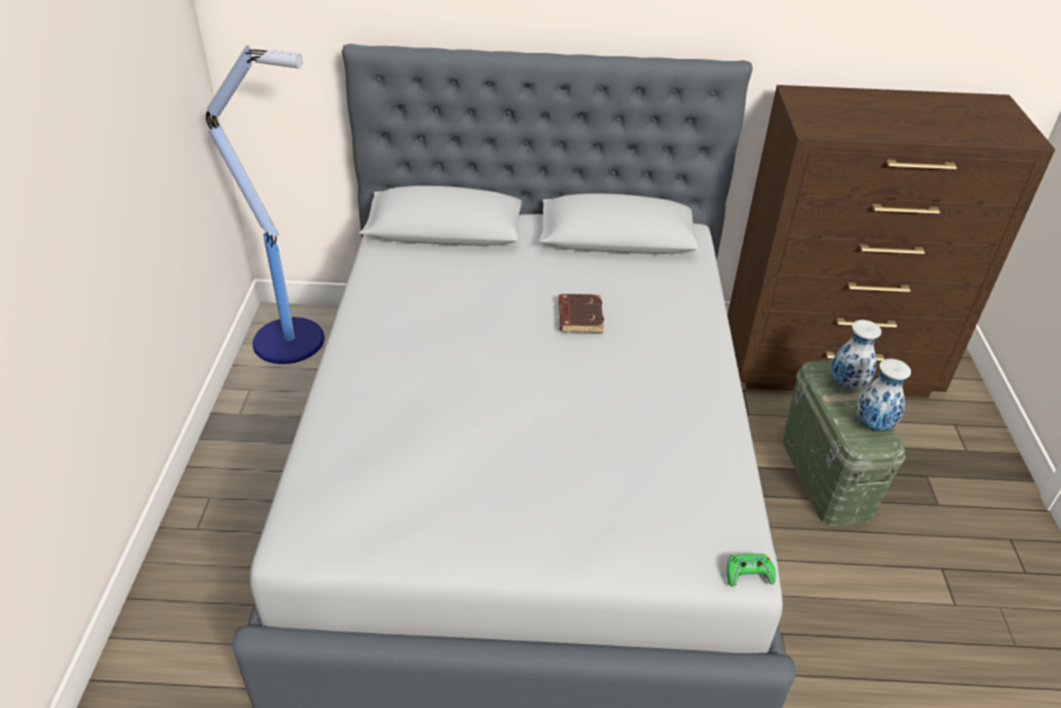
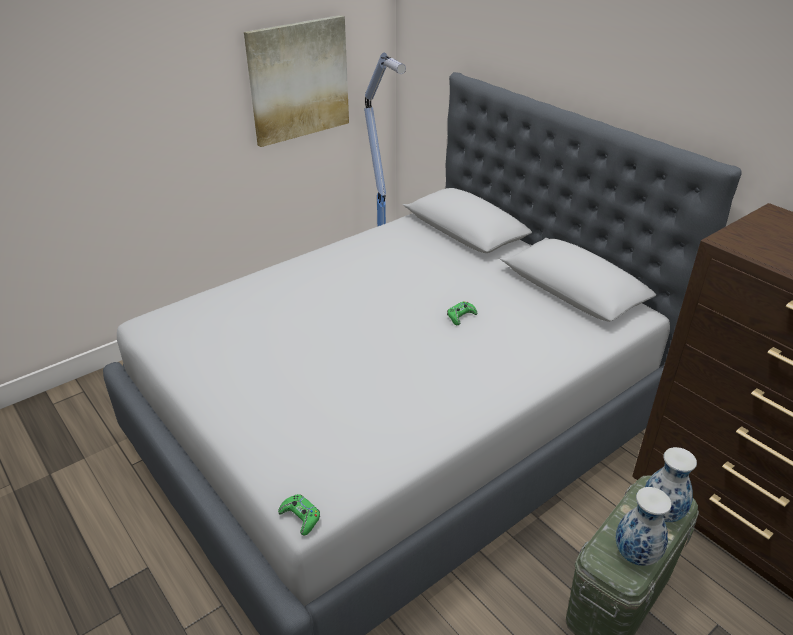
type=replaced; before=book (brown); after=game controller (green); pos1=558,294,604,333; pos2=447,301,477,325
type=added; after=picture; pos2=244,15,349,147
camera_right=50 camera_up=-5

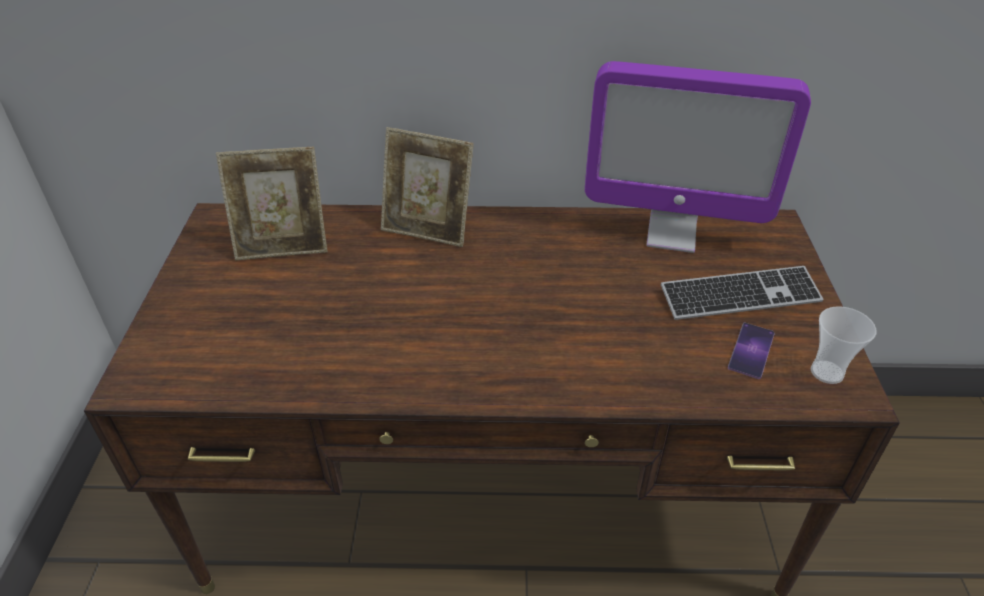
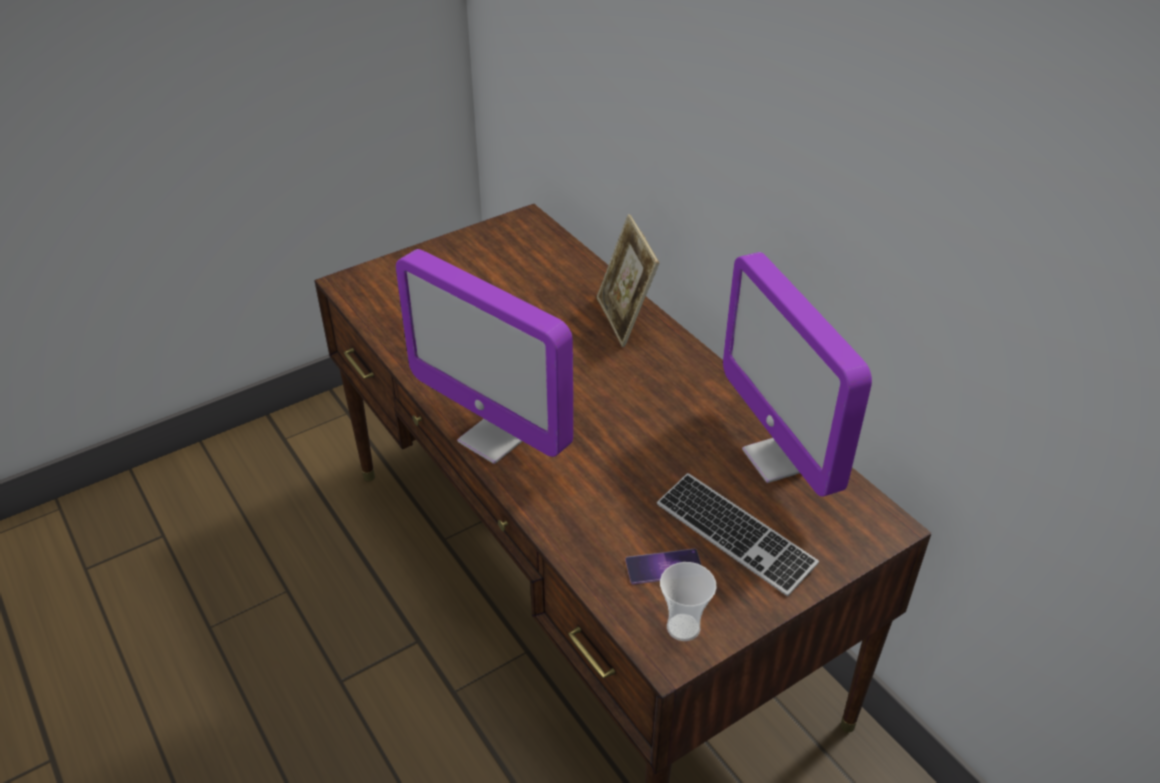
type=removed; before=picture frame; pos1=216,147,328,260
type=added; after=monitor; pos2=396,249,573,464
camera_right=55 camera_up=0

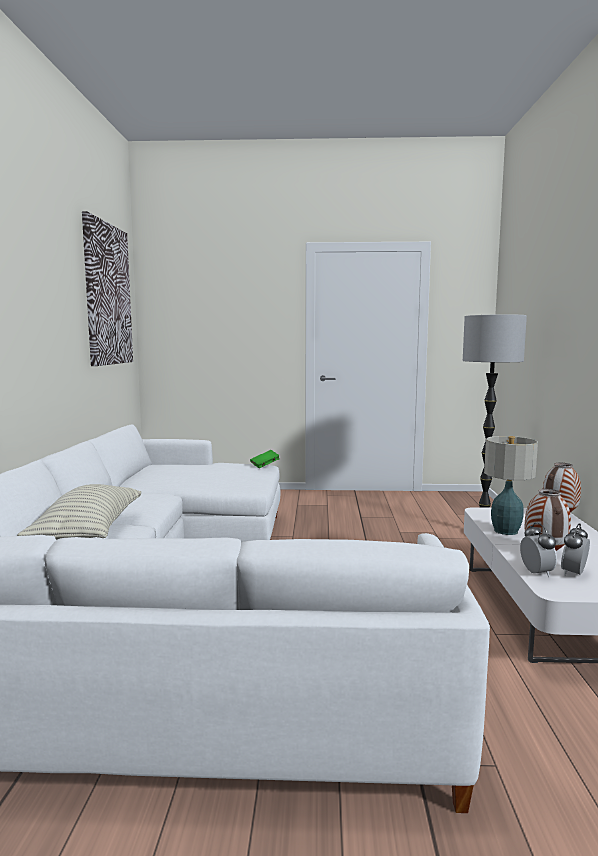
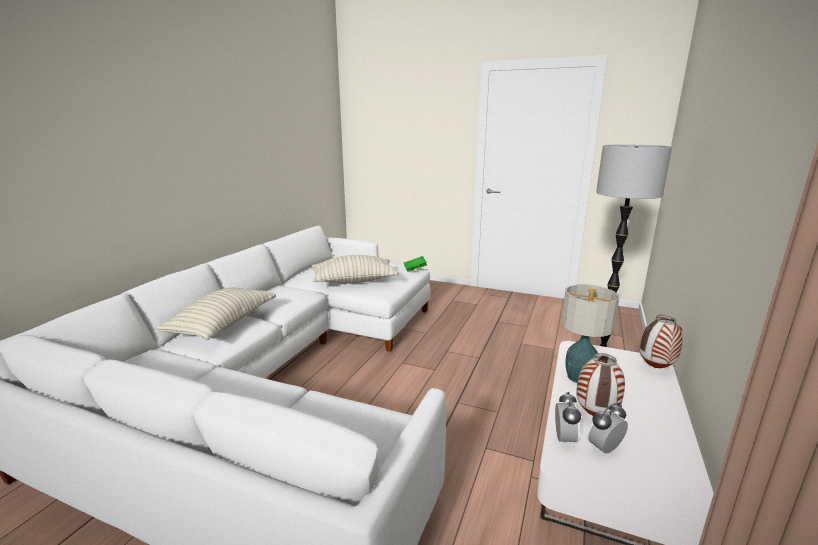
type=removed; before=picture; pos1=82,211,133,366
type=added; after=pillow; pos2=312,255,399,284
camera_right=20 camera_up=10

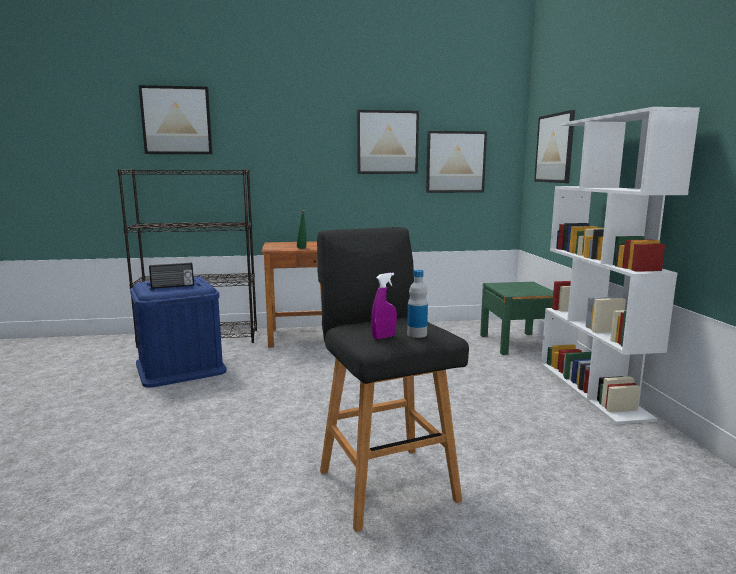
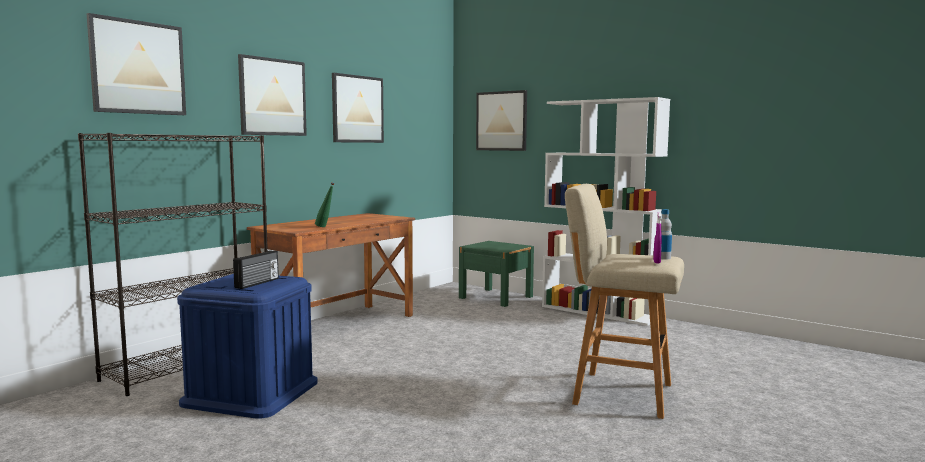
type=recoloured; before=stool (black); after=stool (beige); pos1=317,227,469,532; pos2=565,184,684,419
type=moved; before=picture; pos1=426,131,487,193; pos2=238,54,307,136
camera_right=-45 camera_up=-5

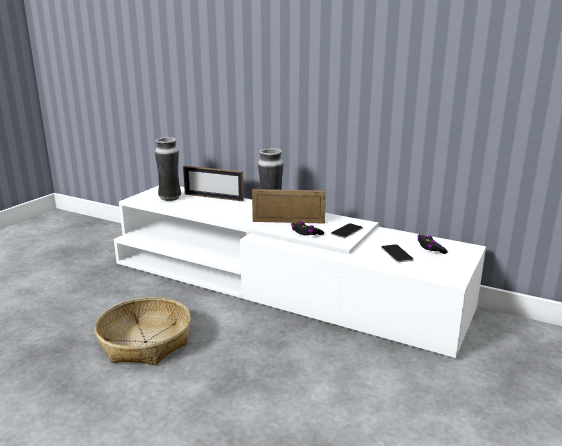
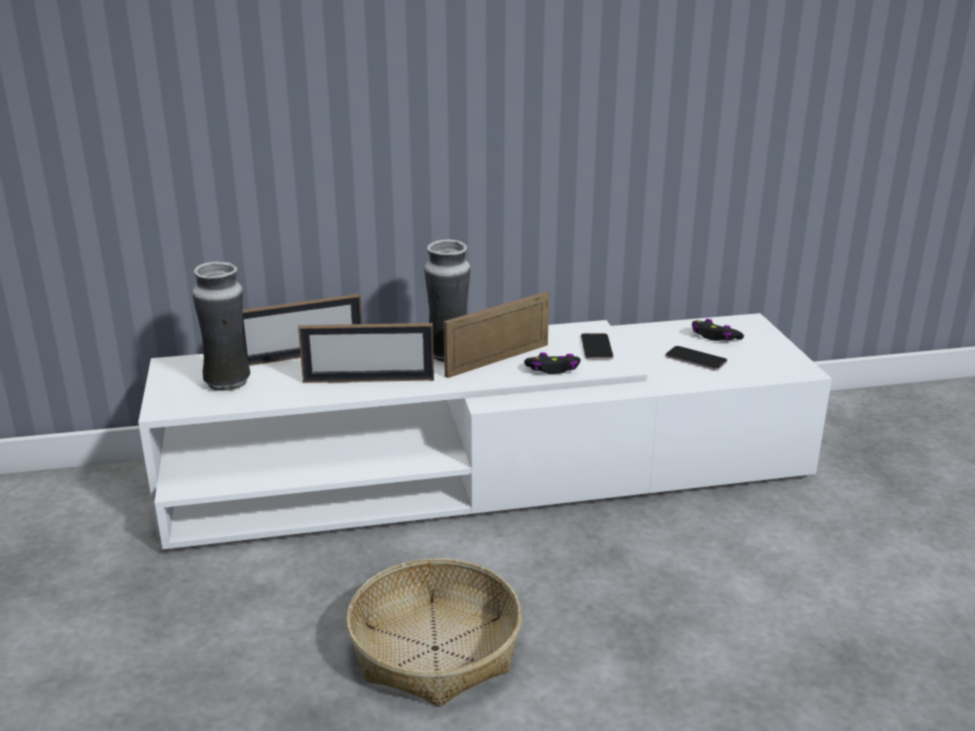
type=added; after=picture frame; pos2=298,323,434,383
camera_right=-40 camera_up=5

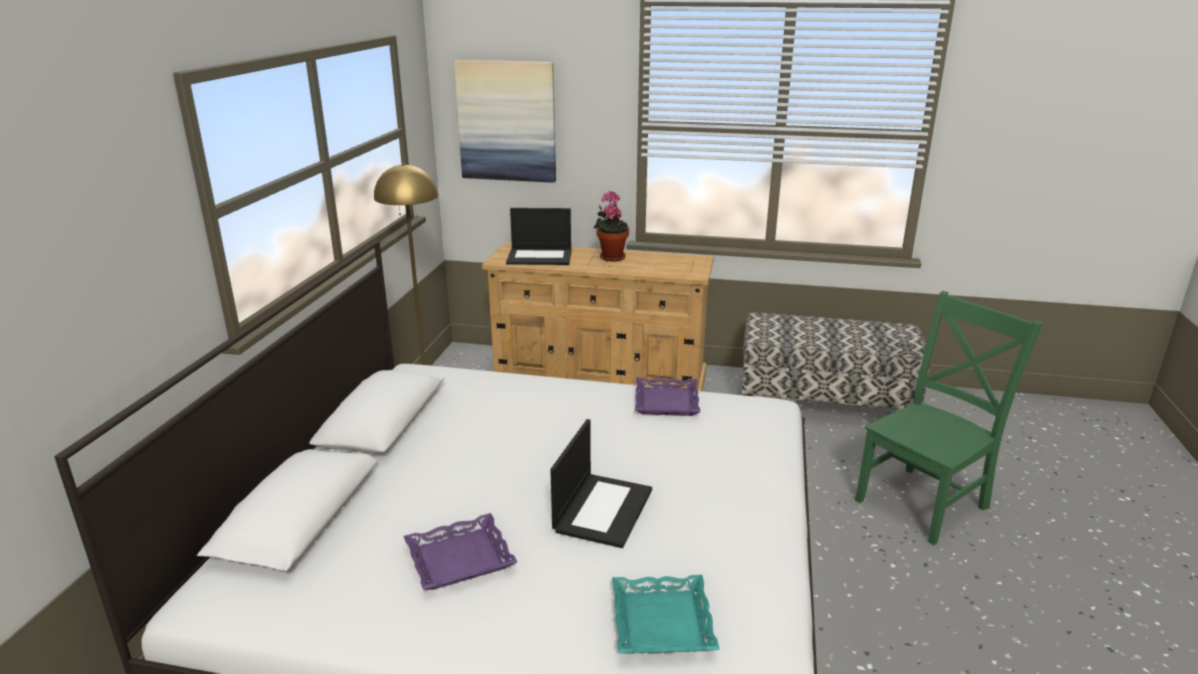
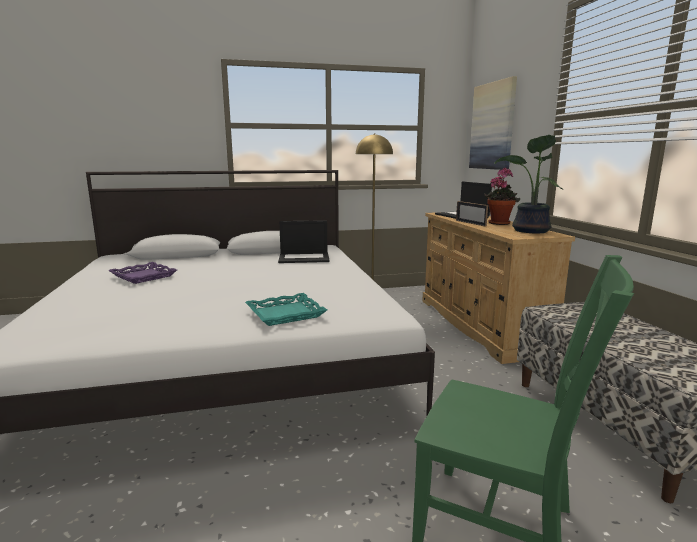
type=moved; before=laptop; pos1=550,419,652,548; pos2=278,220,330,263
type=moved; before=tray (turquoise); pos1=612,575,720,654; pos2=245,293,327,326
type=removed; before=tray (purple); pos1=635,377,700,416
type=added; after=picture frame; pos2=456,201,488,227
type=added; after=potted plant; pos2=494,135,563,233
camera_right=65 camera_up=-10

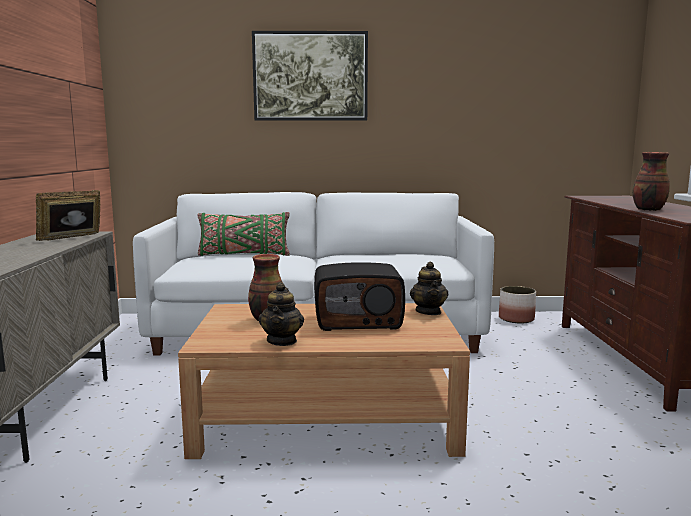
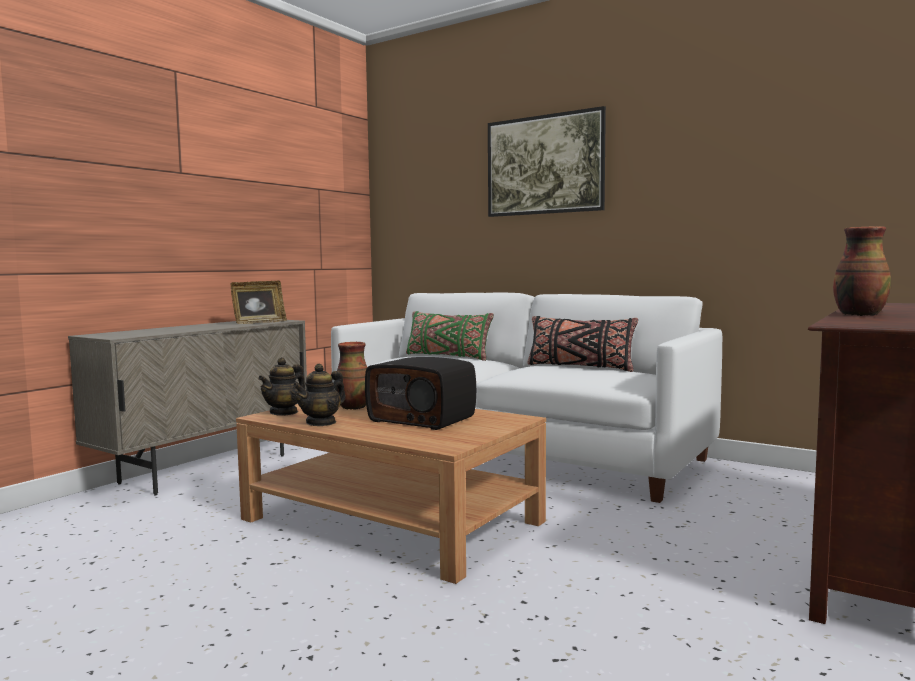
type=turned; before=picture frame; pos1=36,190,100,241; pos2=230,281,287,324; turn=150
type=moved; before=teapot; pos1=410,262,448,315; pos2=258,357,305,416
type=removed; before=planter; pos1=499,286,536,324
type=added; after=pillow (black); pos2=528,316,638,372
camera_right=35 camera_up=-5

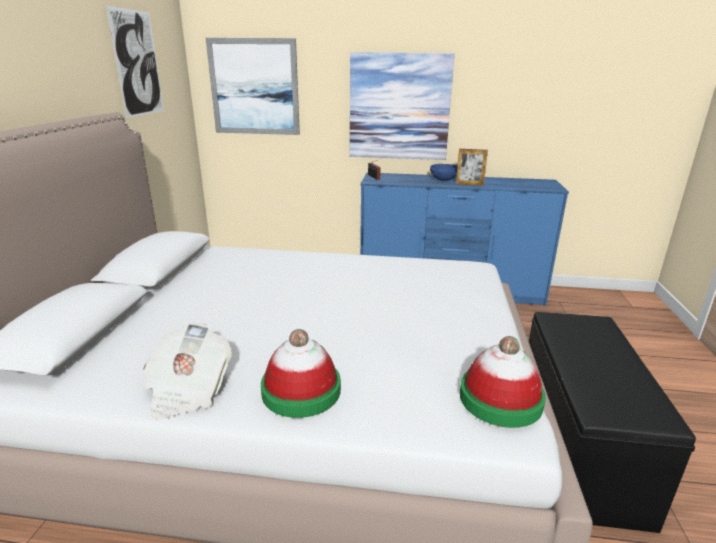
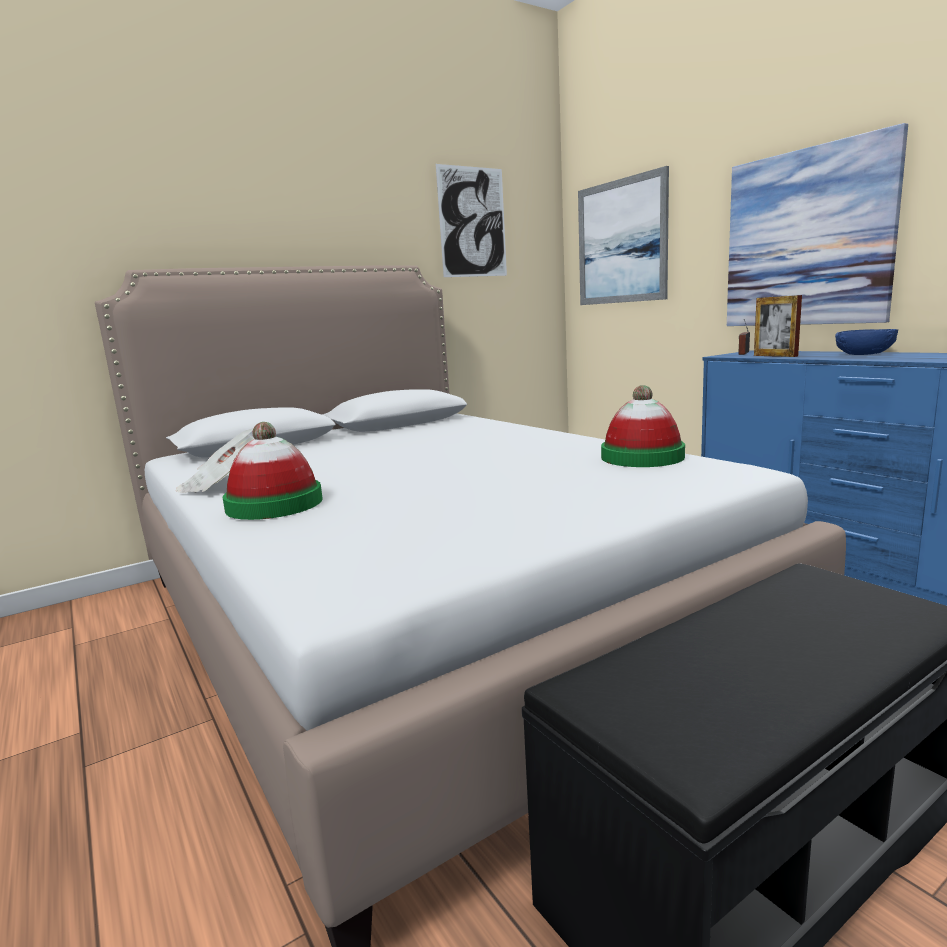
type=moved; before=picture frame; pos1=456,149,488,186; pos2=754,295,802,357
type=moved; before=hat; pos1=460,336,546,428; pos2=601,385,685,467
camera_right=50 camera_up=-10

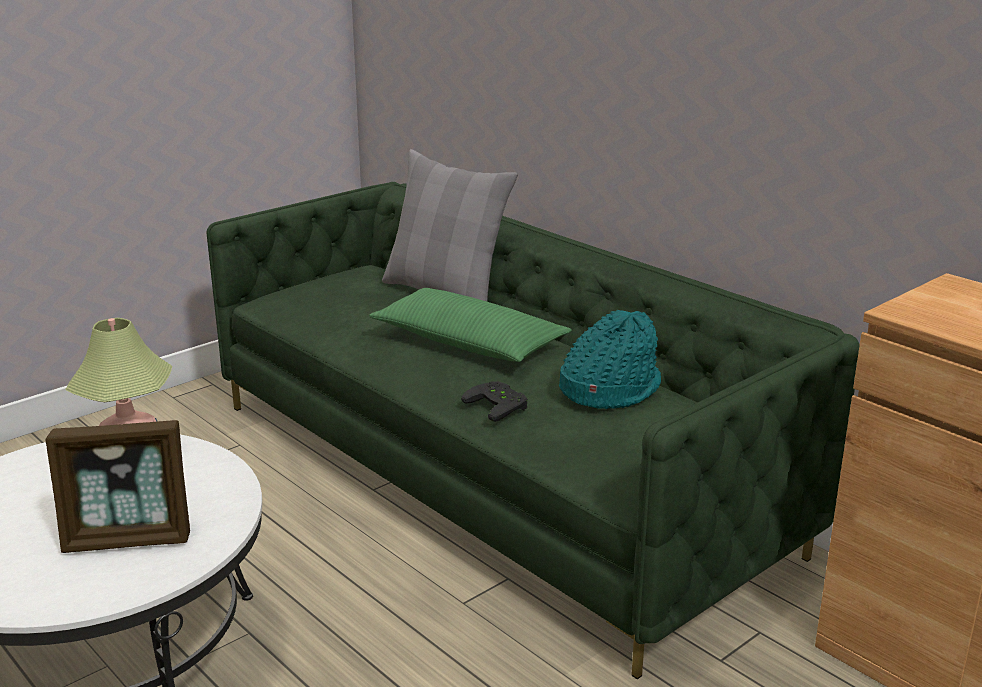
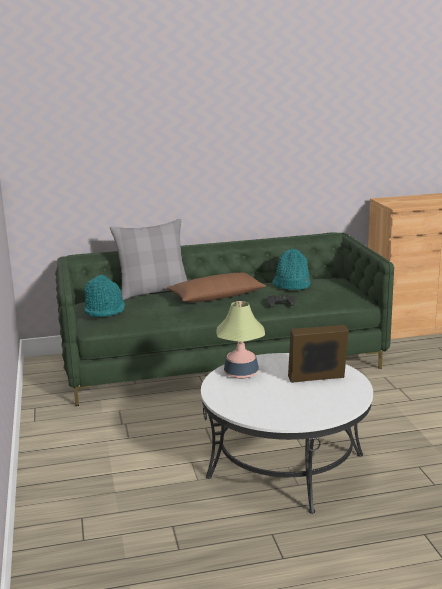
type=turned; before=picture frame; pos1=45,420,190,553; pos2=288,325,349,383; turn=-120
type=recoloured; before=pillow (green); after=pillow (brown); pos1=369,288,572,362; pos2=167,273,266,302
type=added; after=hat (turquoise); pos2=83,274,125,317
camera_right=-60 camera_up=-5

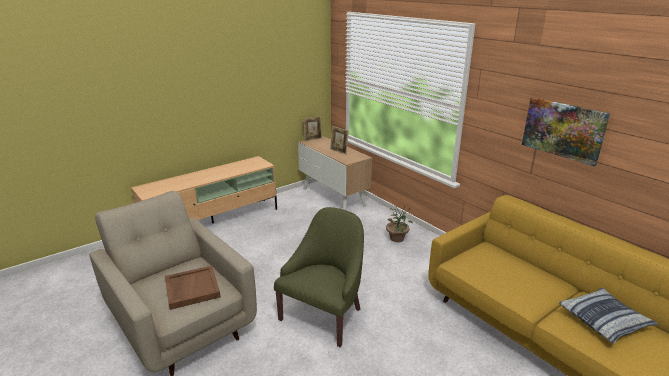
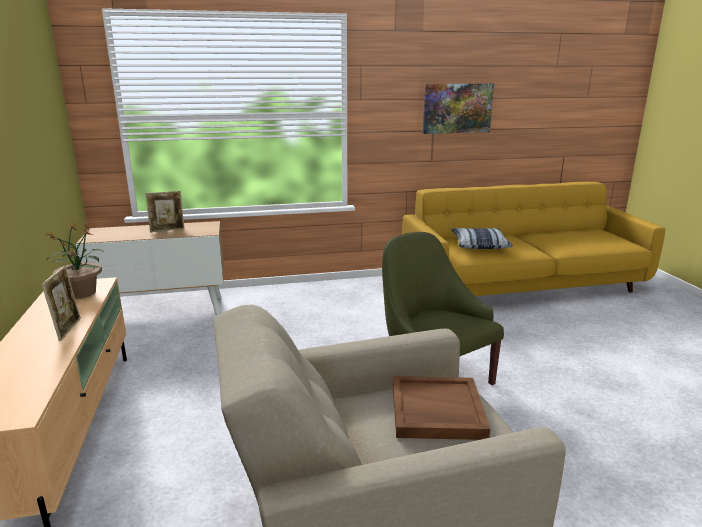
type=moved; before=picture frame; pos1=304,116,322,141; pos2=42,266,81,341
type=moved; before=potted plant; pos1=386,204,413,242; pos2=45,223,103,298
type=moved; before=pillow; pos1=559,288,658,343; pos2=451,228,513,249
camera_right=-65 camera_up=-5

